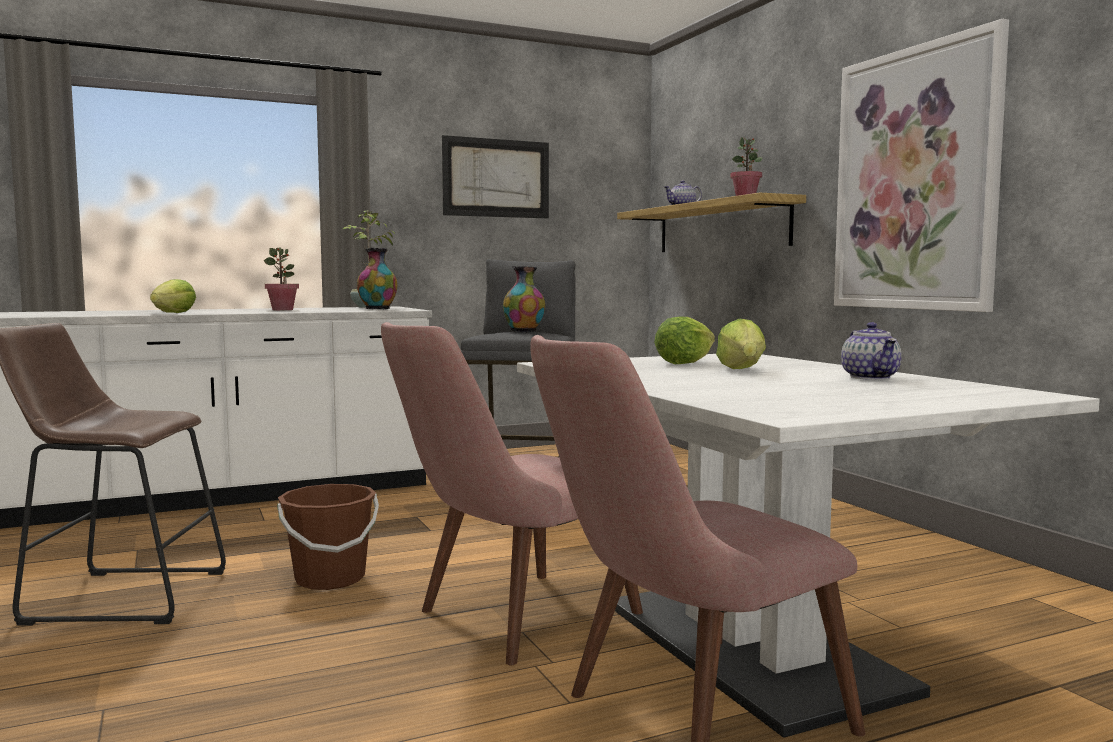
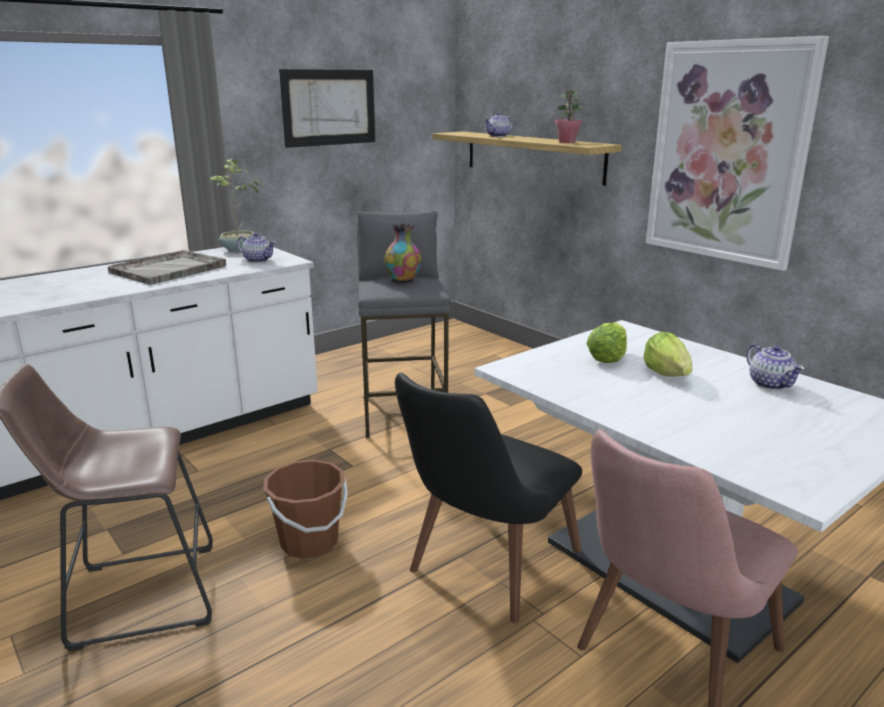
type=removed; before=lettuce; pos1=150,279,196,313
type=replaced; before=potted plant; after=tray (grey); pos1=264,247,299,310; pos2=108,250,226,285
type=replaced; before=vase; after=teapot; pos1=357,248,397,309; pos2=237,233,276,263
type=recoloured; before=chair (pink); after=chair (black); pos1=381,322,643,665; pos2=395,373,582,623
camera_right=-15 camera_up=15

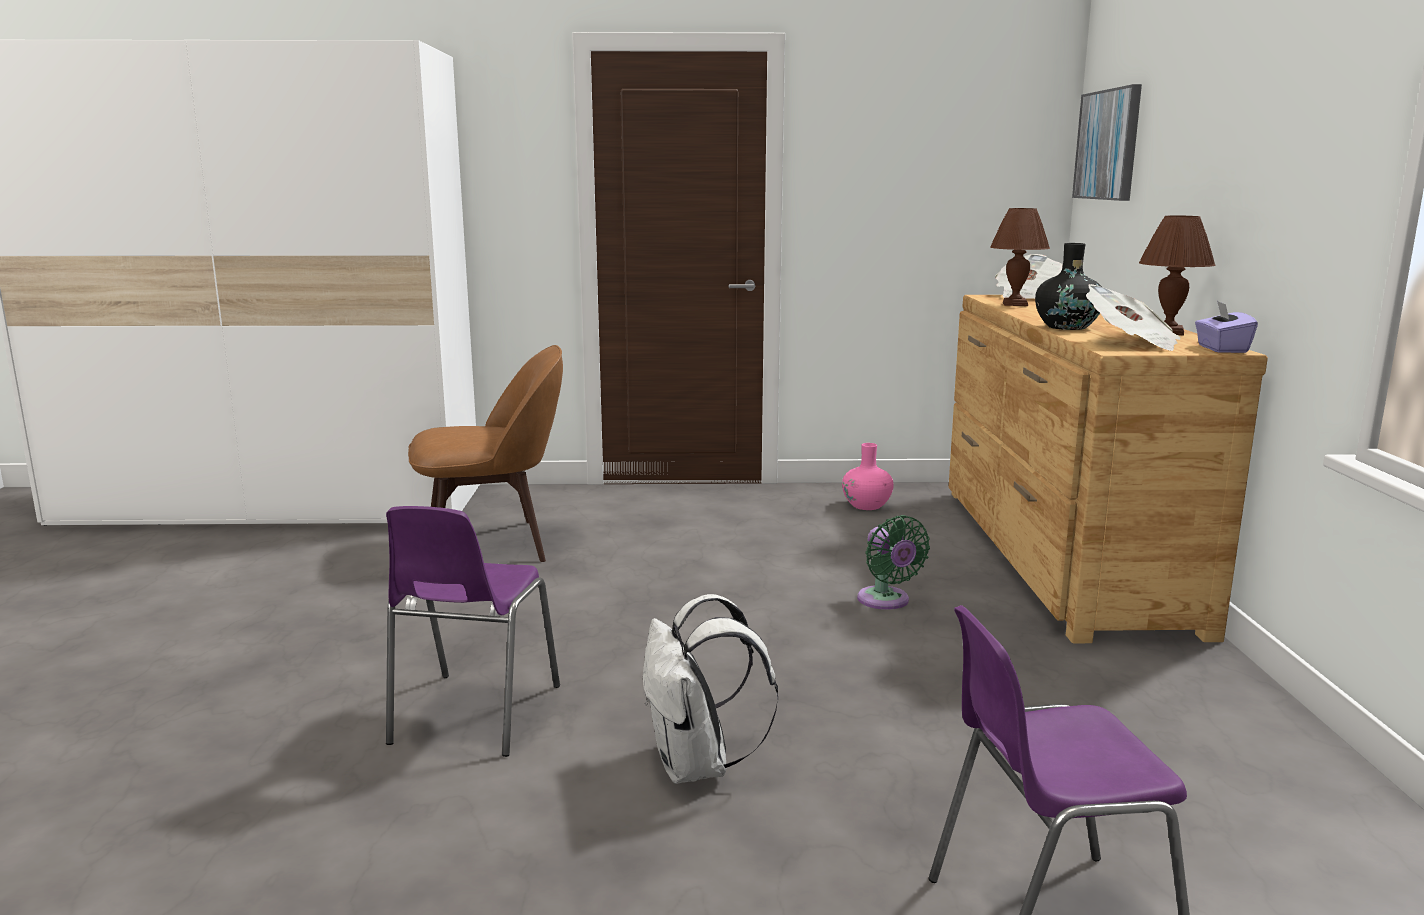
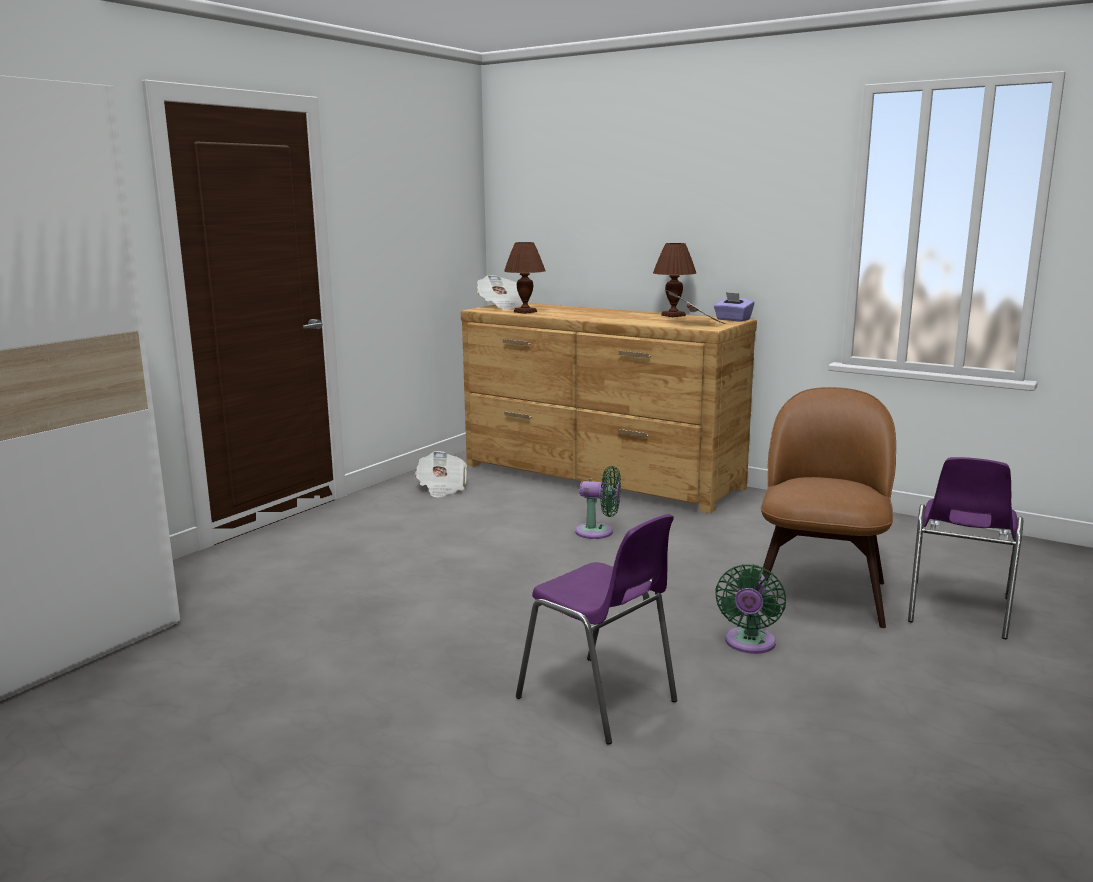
type=moved; before=chair (brown); pos1=408,345,563,562; pos2=761,387,896,628
type=replaced; before=backpack (white); after=fan (green); pos1=643,594,778,784; pos2=715,564,786,654
type=replaced; before=vase (pink); after=newspaper; pos1=842,443,894,510; pos2=415,451,467,498
type=removed; before=vase (black); pos1=1035,243,1102,330
type=removed; before=picture; pos1=1072,84,1142,201
camera_right=-55 camera_up=0

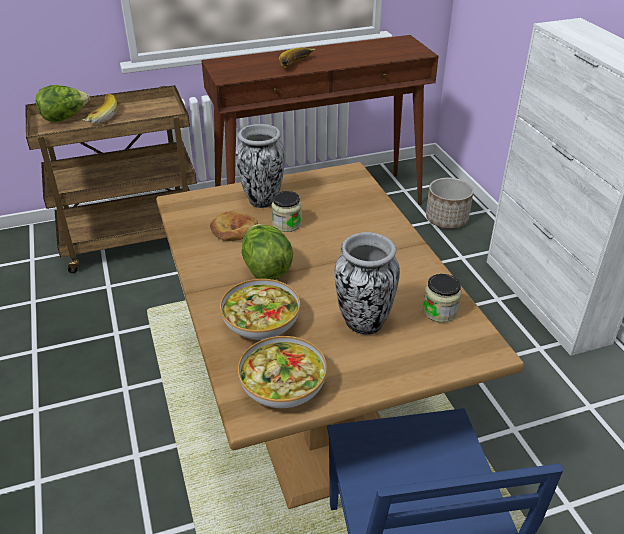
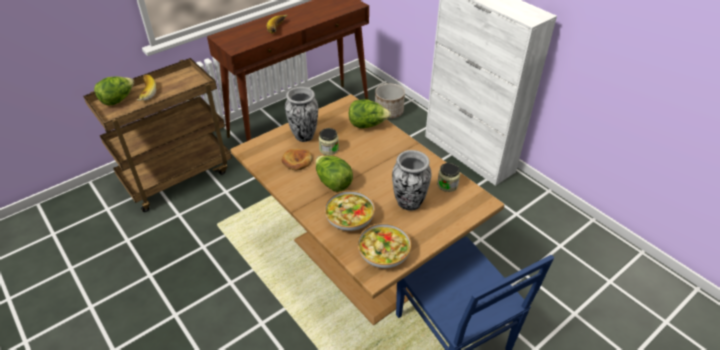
type=added; after=lettuce; pos2=348,99,391,128
camera_right=-20 camera_up=5

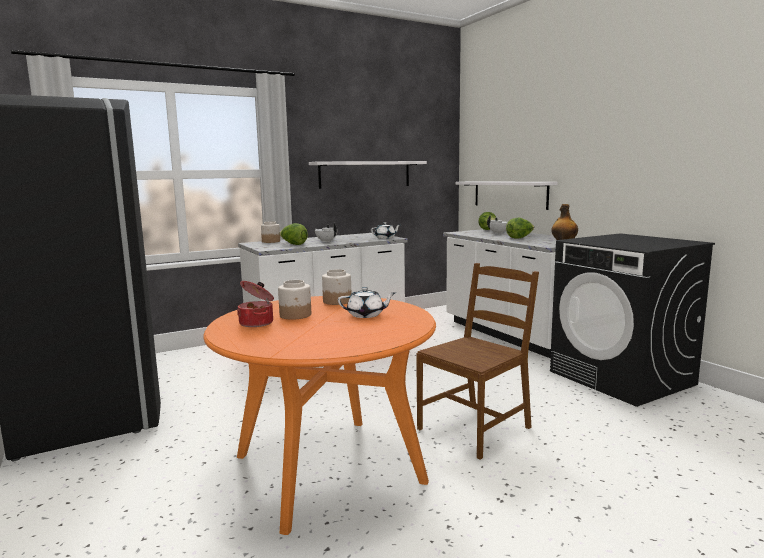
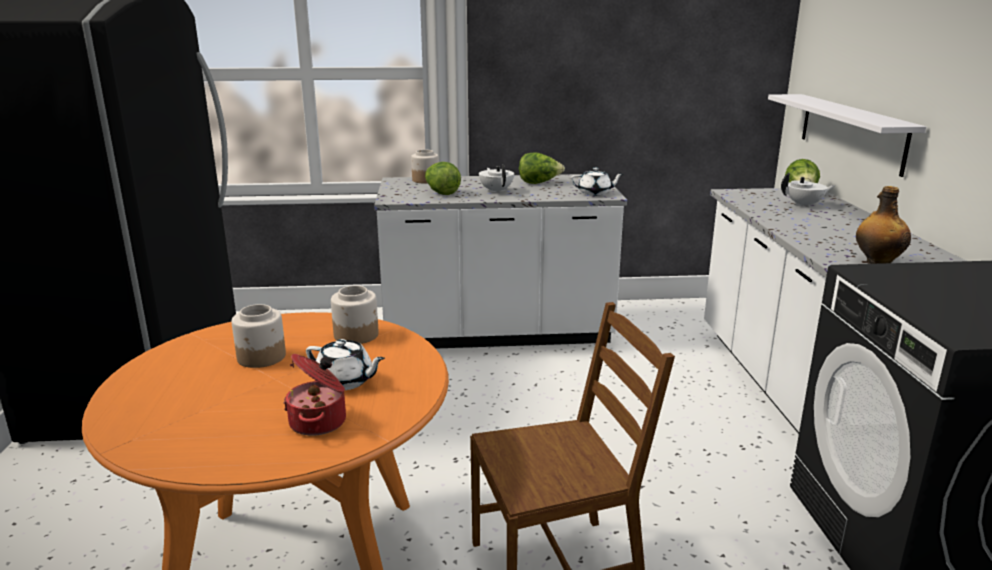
type=moved; before=cooking pot; pos1=237,281,274,327; pos2=283,354,346,436
type=removed; before=shelf (white); pos1=309,161,427,189
type=moved; before=lettuce; pos1=506,218,534,238; pos2=519,152,565,184
camera_right=25 camera_up=10

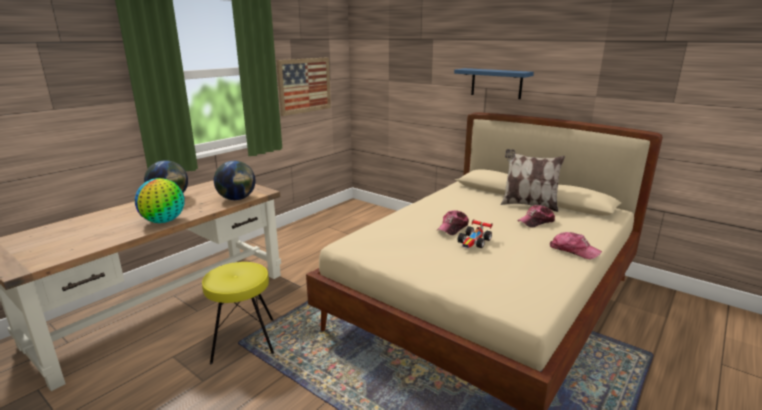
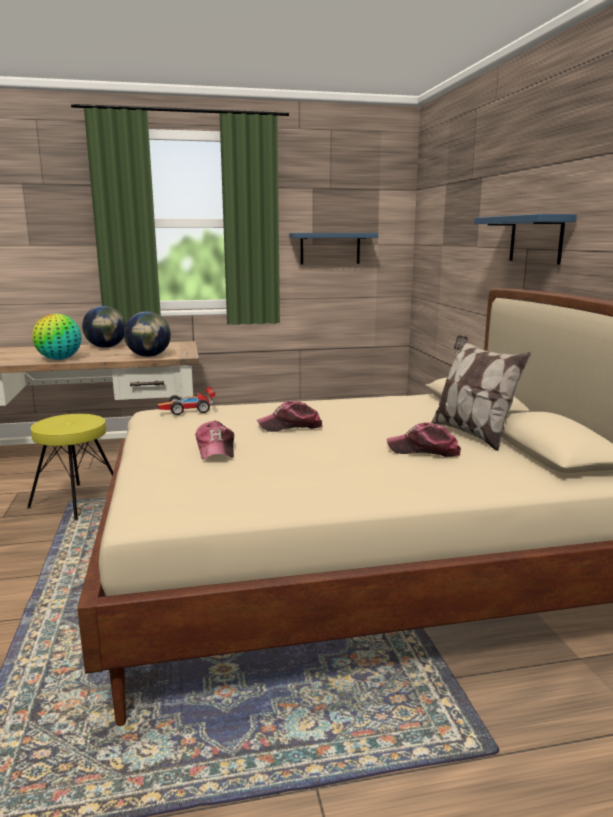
type=replaced; before=picture; after=shelf (blue); pos1=277,57,331,116; pos2=289,233,378,264
type=moved; before=toy car; pos1=458,219,493,248; pos2=158,386,215,415
type=moved; before=cap; pos1=550,232,602,259; pos2=195,420,234,460
camera_right=40 camera_up=-5

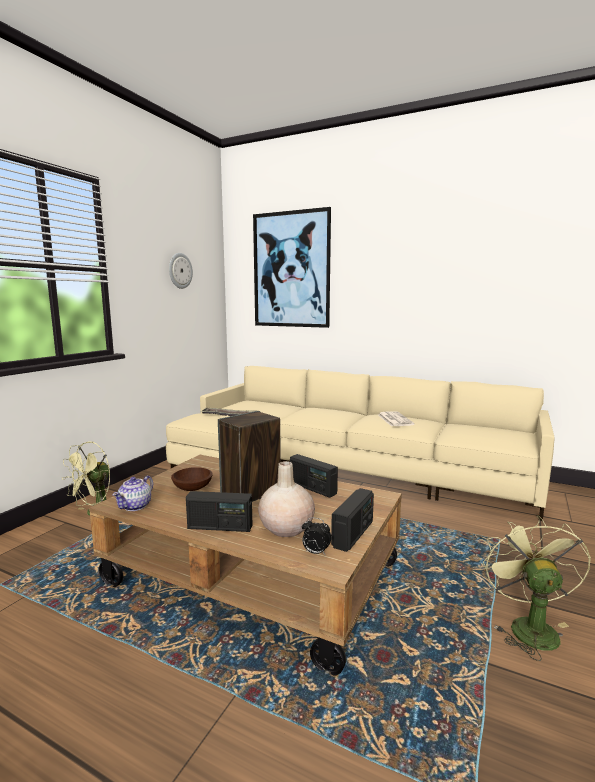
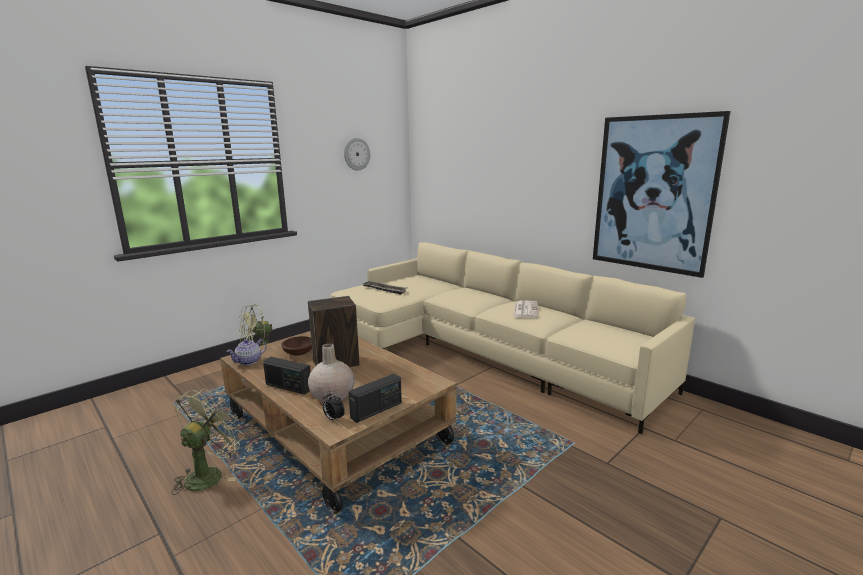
type=moved; before=picture; pos1=253,207,331,328; pos2=593,111,730,278
type=removed; before=radio; pos1=290,454,338,498
type=moved; before=fan (green); pos1=483,516,591,661; pos2=171,388,244,495
camera_right=20 camera_up=5

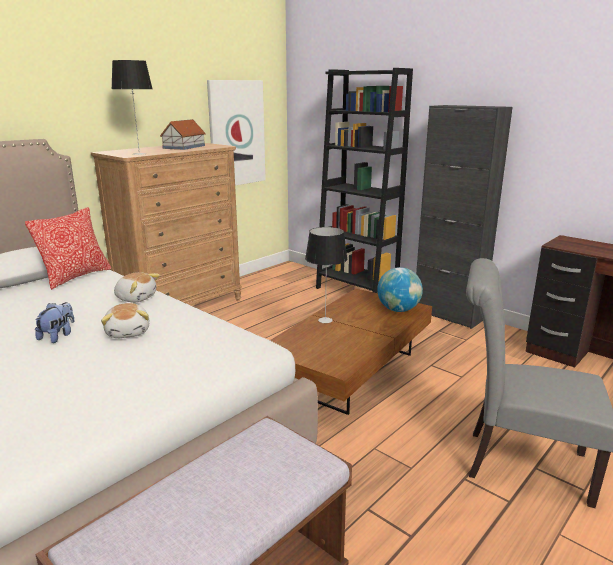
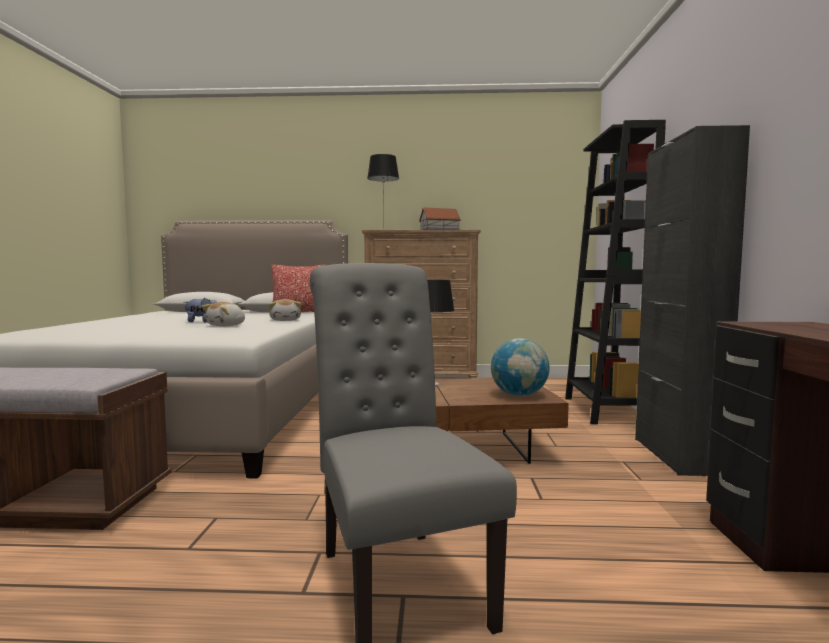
type=removed; before=picture; pos1=207,80,266,185
camera_right=50 camera_up=-15

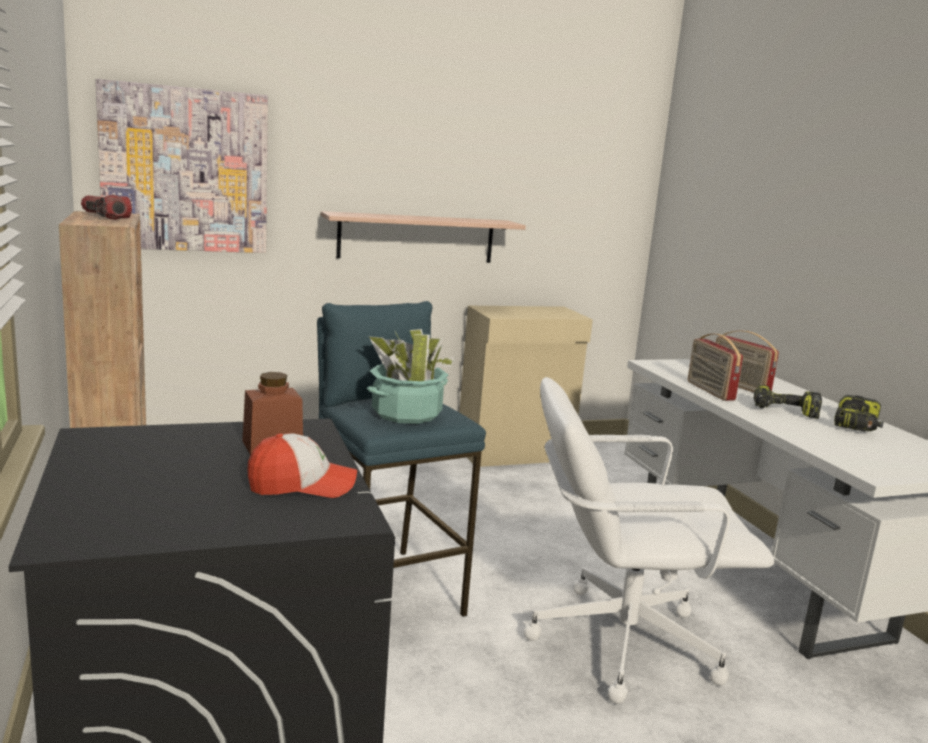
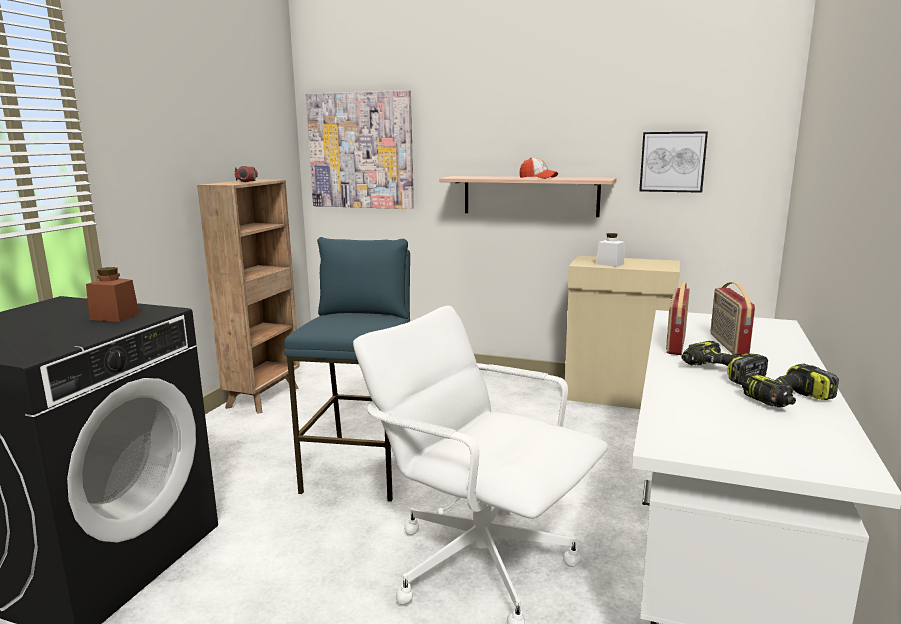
type=moved; before=cap; pos1=247,433,357,498; pos2=519,158,558,179
type=removed; before=potted plant; pos1=367,329,454,424
type=added; after=jar (white); pos2=596,233,625,267
type=added; after=picture; pos2=639,131,708,193
camera_right=40 camera_up=0

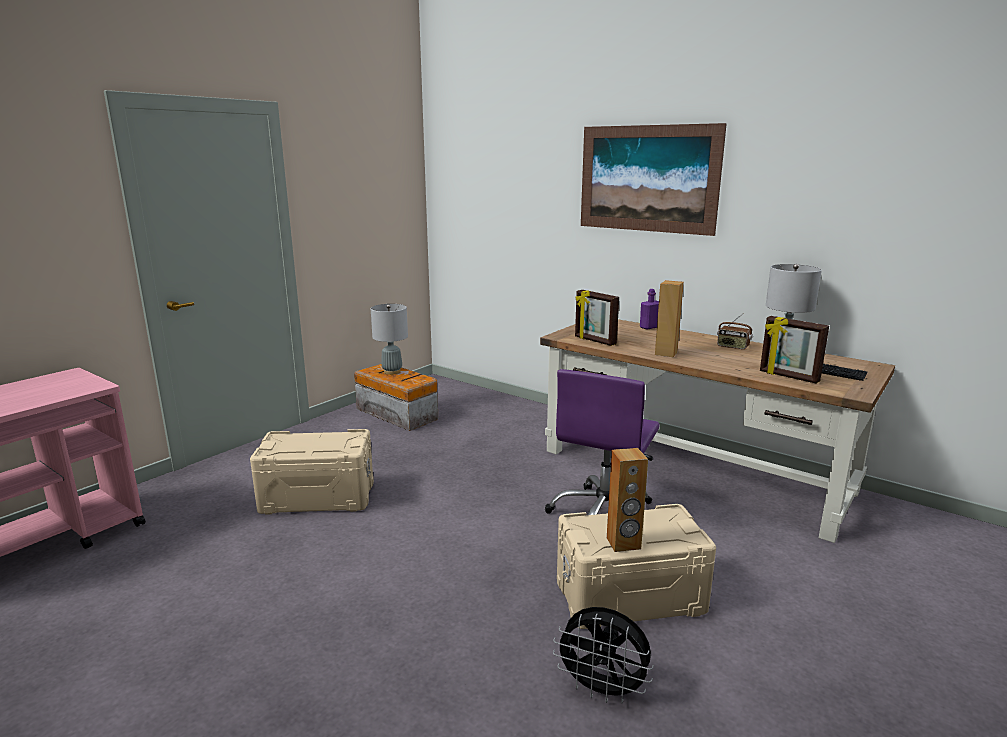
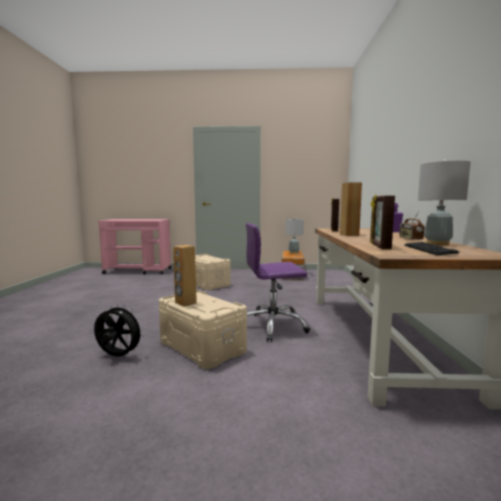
type=turned; before=fan (black); pos1=553,607,654,703; pos2=94,304,144,357; turn=120
type=removed; before=picture; pos1=581,123,727,236
camera_right=55 camera_up=-10

